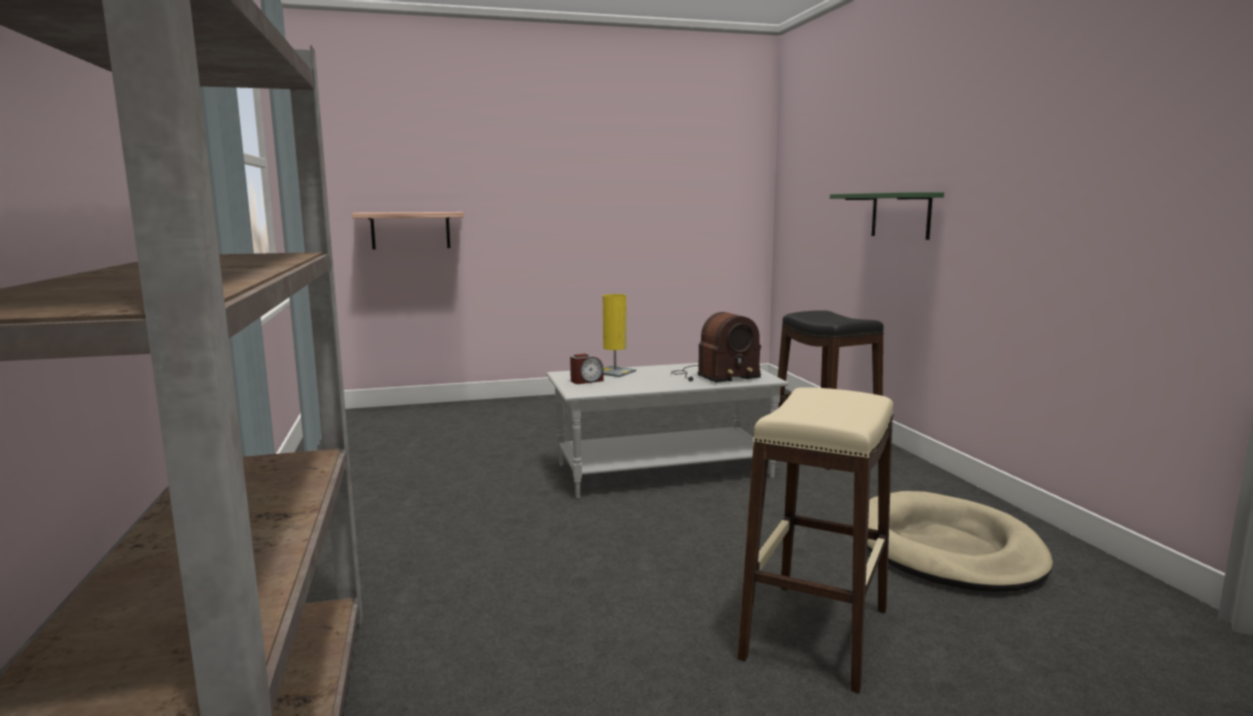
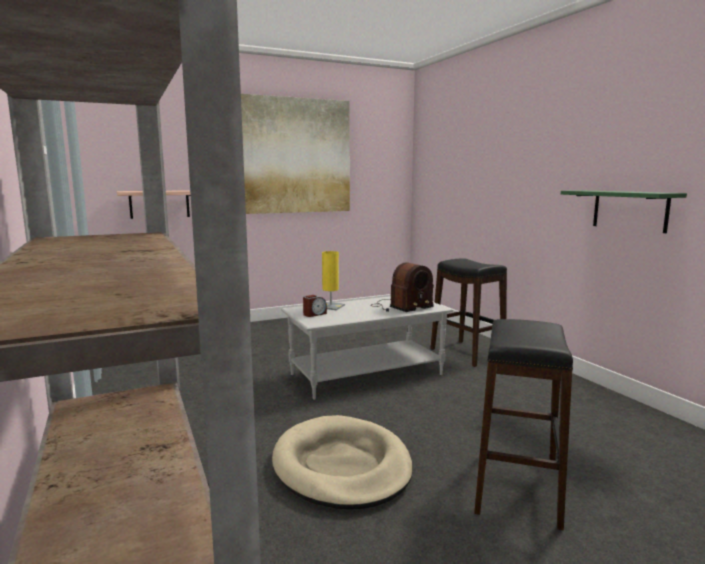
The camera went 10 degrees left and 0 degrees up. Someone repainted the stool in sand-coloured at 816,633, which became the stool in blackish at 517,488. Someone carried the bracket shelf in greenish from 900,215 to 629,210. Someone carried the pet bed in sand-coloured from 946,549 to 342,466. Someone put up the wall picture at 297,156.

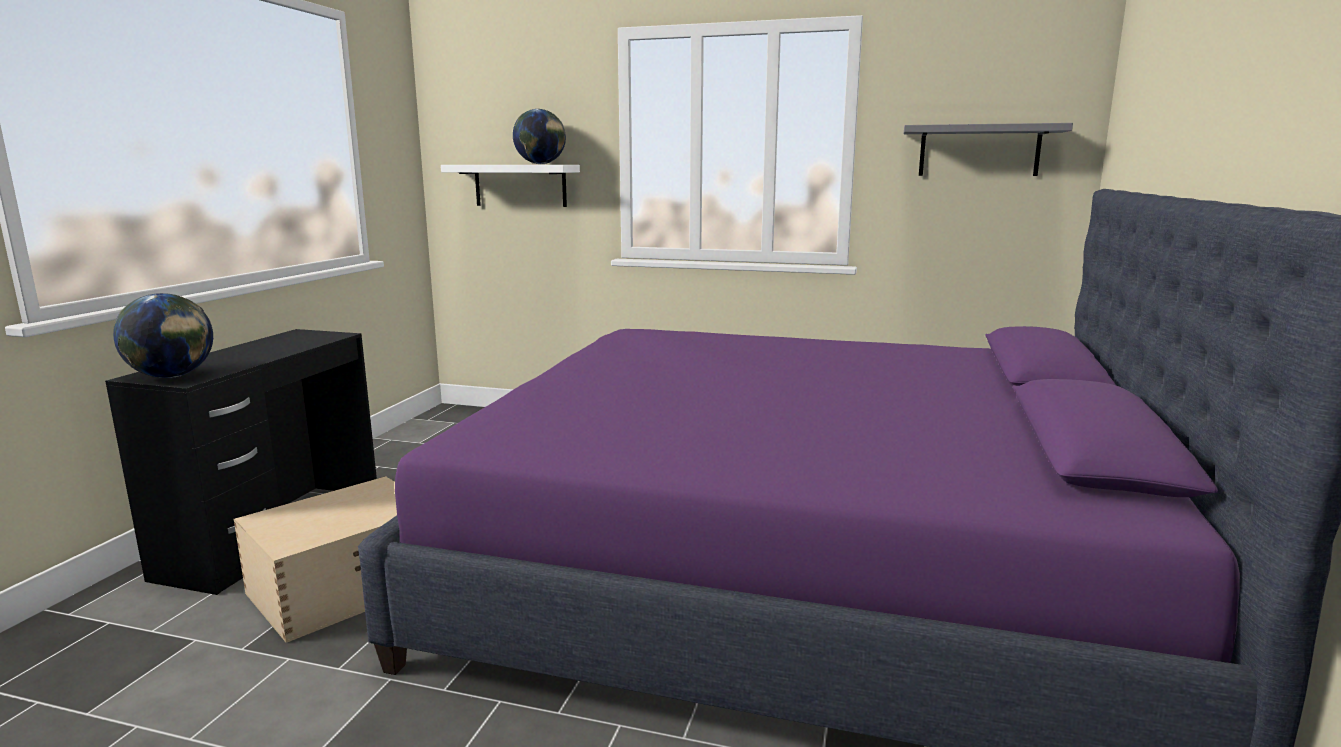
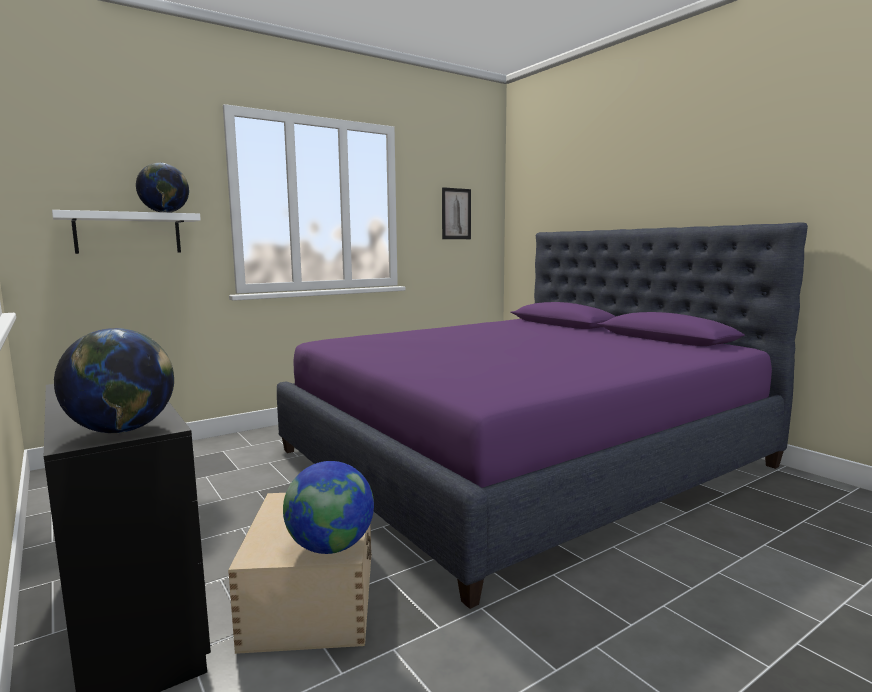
The camera went 50 degrees left and 5 degrees down. Someone swapped the bracket shelf in grey at 979,151 for the wall picture at 456,214. Someone put down the desk globe at 330,547.

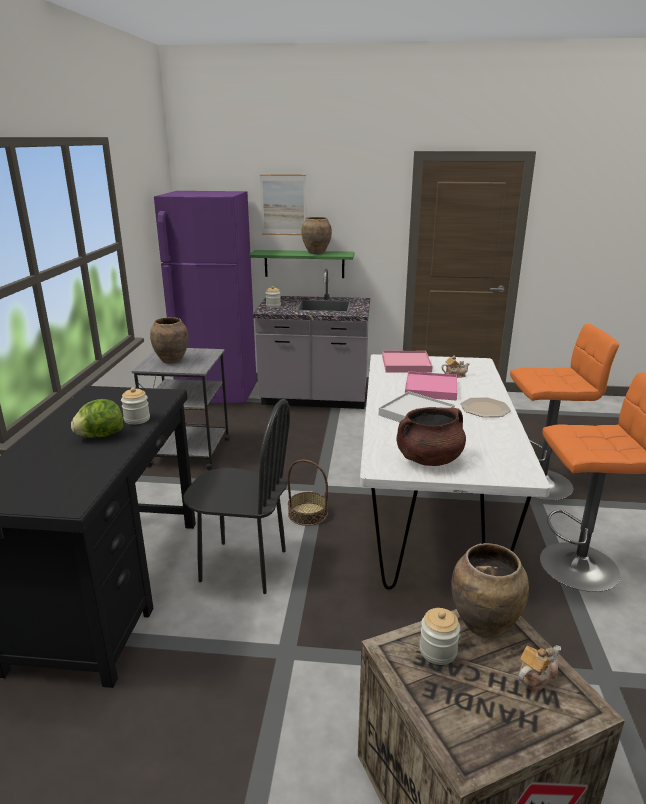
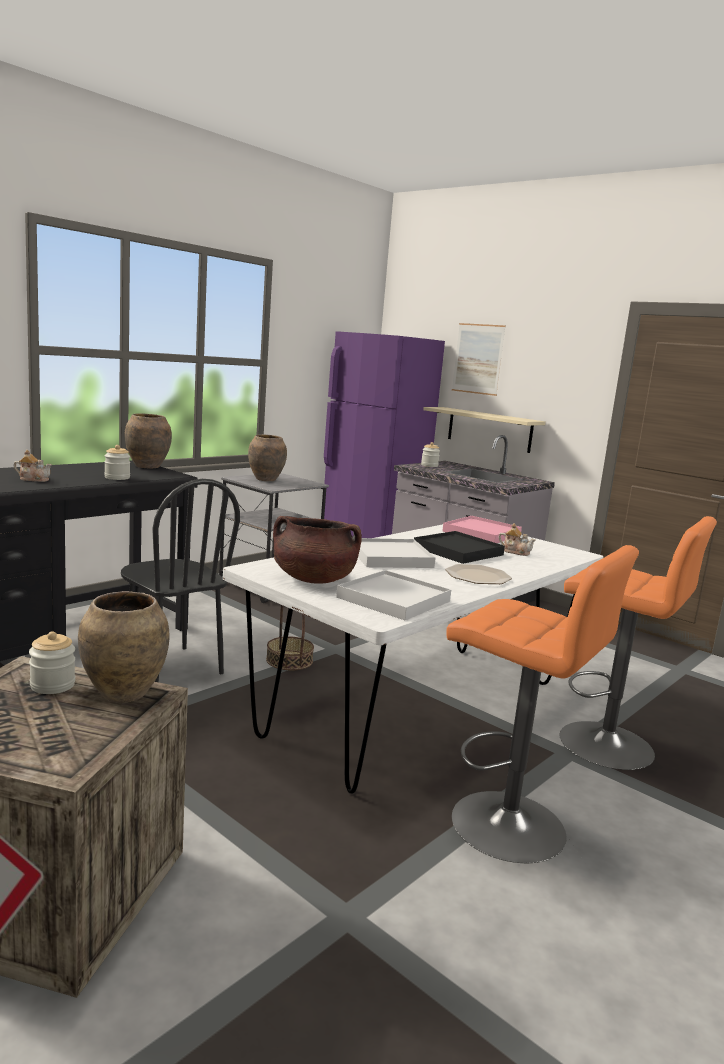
The camera went 35 degrees right and 10 degrees down. Someone took away the lettuce head at 100,436. Someone repainted the bracket shelf in greenish at 304,264, which became the bracket shelf in sand-coloured at 489,429. Someone carried the decorative vase in brown from 316,253 to 147,466. Someone repainted the carrying tray in pink-coloured at 430,389, which became the carrying tray in blackish at 457,551. Someone carried the tea pot from 535,676 to 33,479. Someone put down the carrying tray in whitish at 393,599.

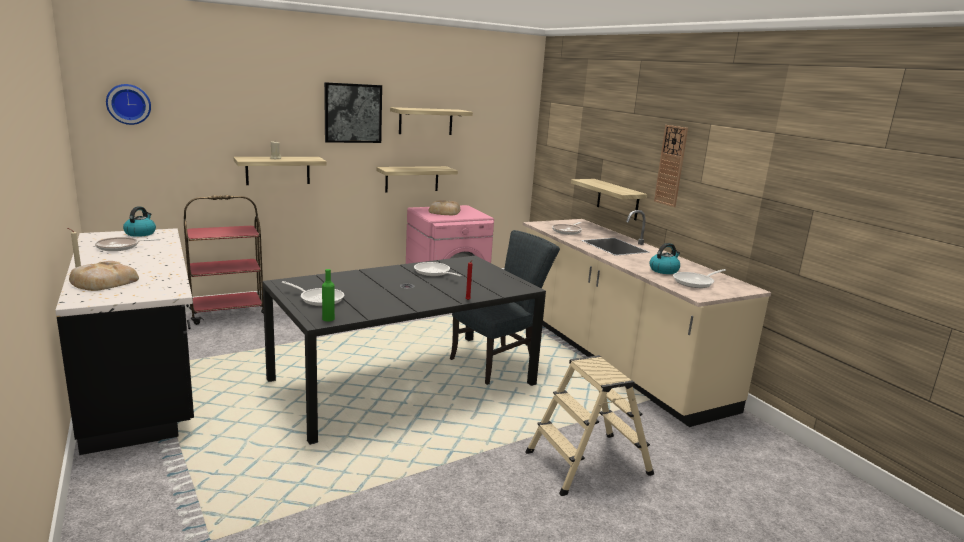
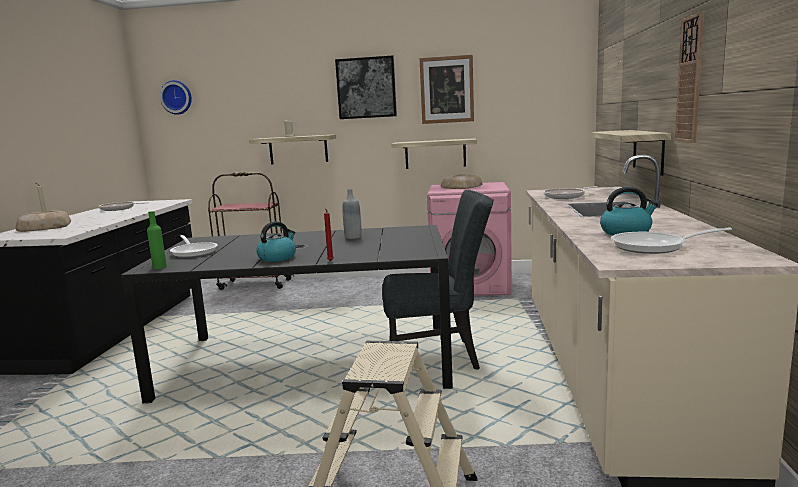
The camera went 35 degrees right and 5 degrees down. Someone carried the water kettle from 140,233 to 277,257. Someone swapped the bracket shelf at 425,121 for the wall picture at 447,89. Someone swapped the pan at 434,273 for the drink bottle in grey at 353,237.

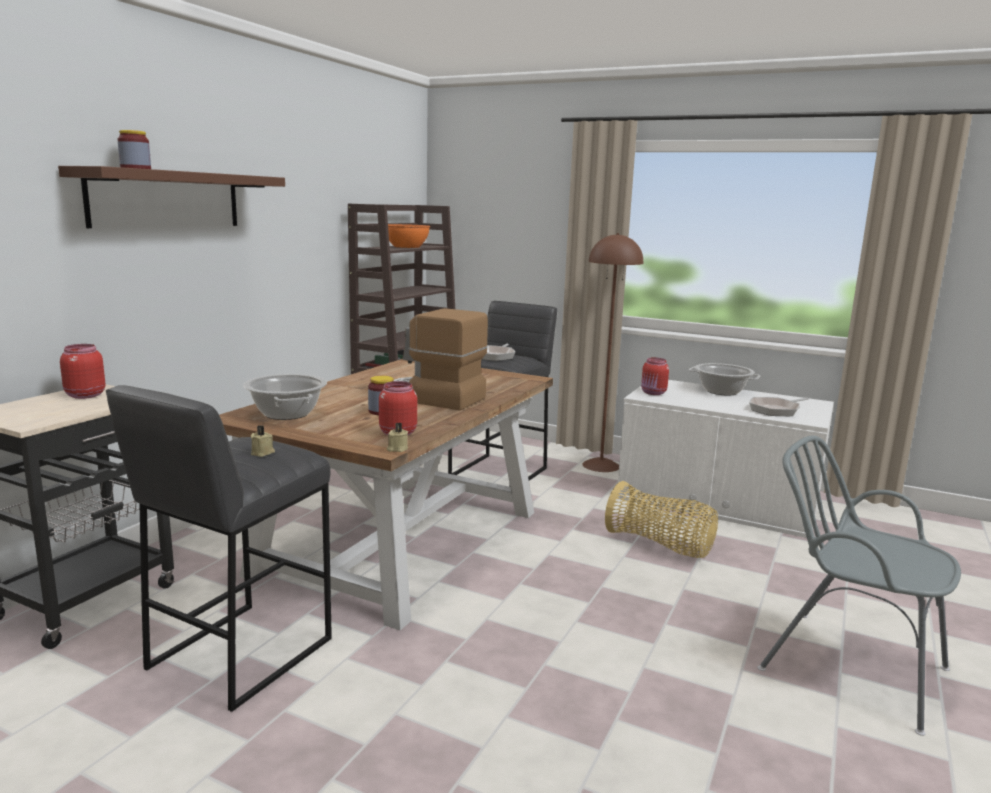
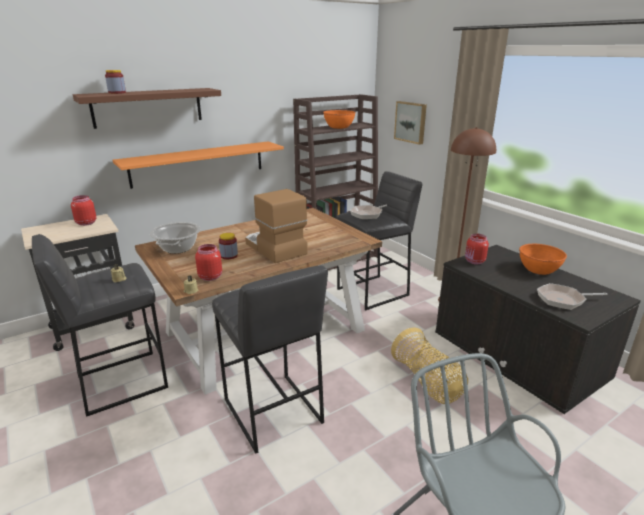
The camera went 30 degrees right and 10 degrees up. Someone repainted the cupboard in whitish at 718,499, which became the cupboard in blackish at 518,353. Someone swapped the stockpot at 721,391 for the serving bowl in orange at 538,269. Someone put up the bracket shelf in orange at 198,163. Someone put down the stool in grey at 273,412. Someone put up the wall picture at 411,122.

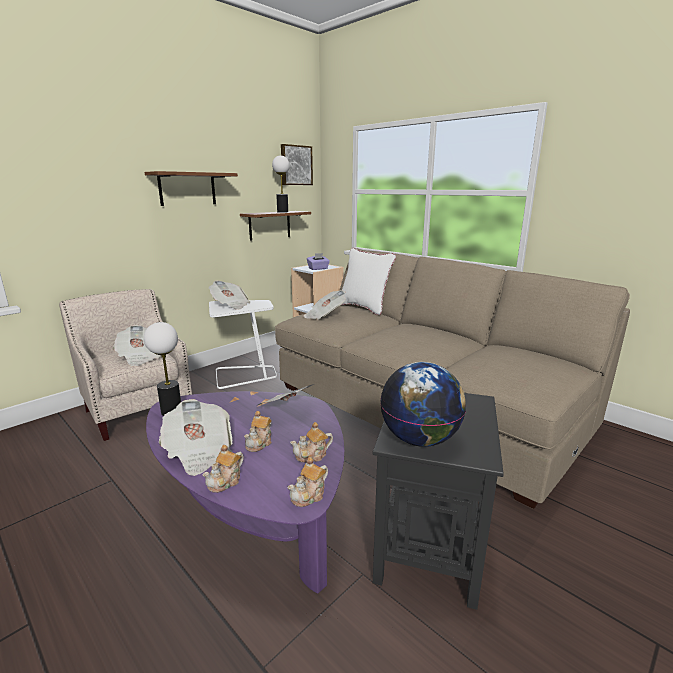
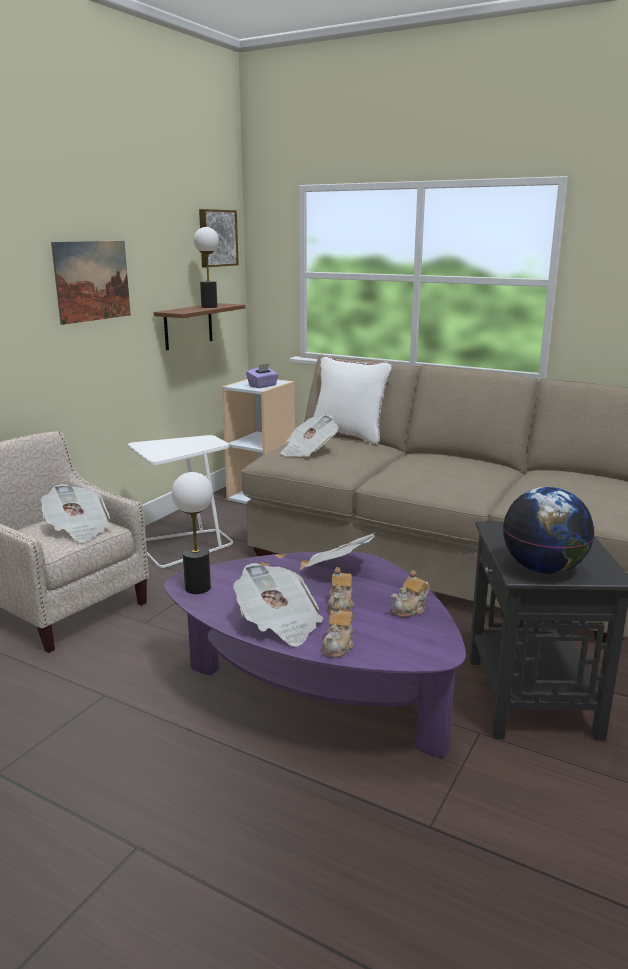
The camera went 15 degrees left and 0 degrees up. Someone swapped the bracket shelf in brown at 187,189 for the wall picture at 92,281. Someone took away the newspaper at 230,305. Someone took away the tea pot at 309,495.

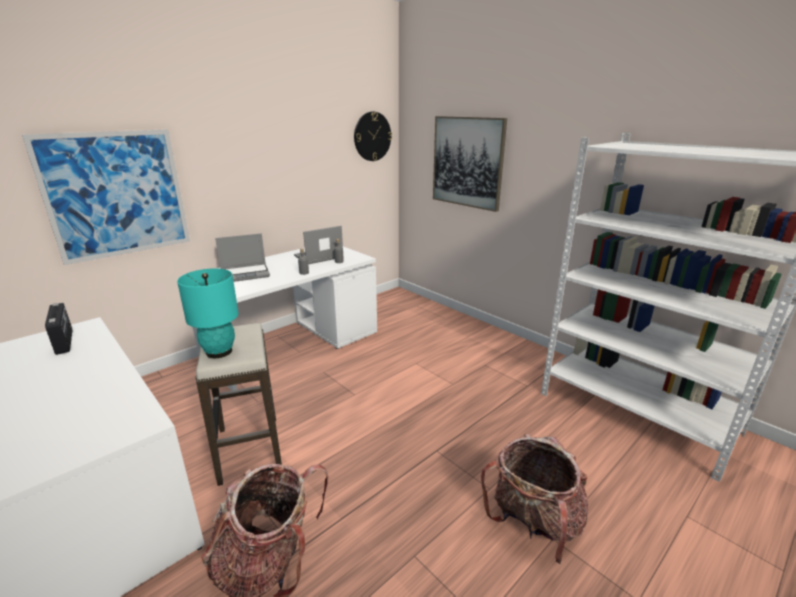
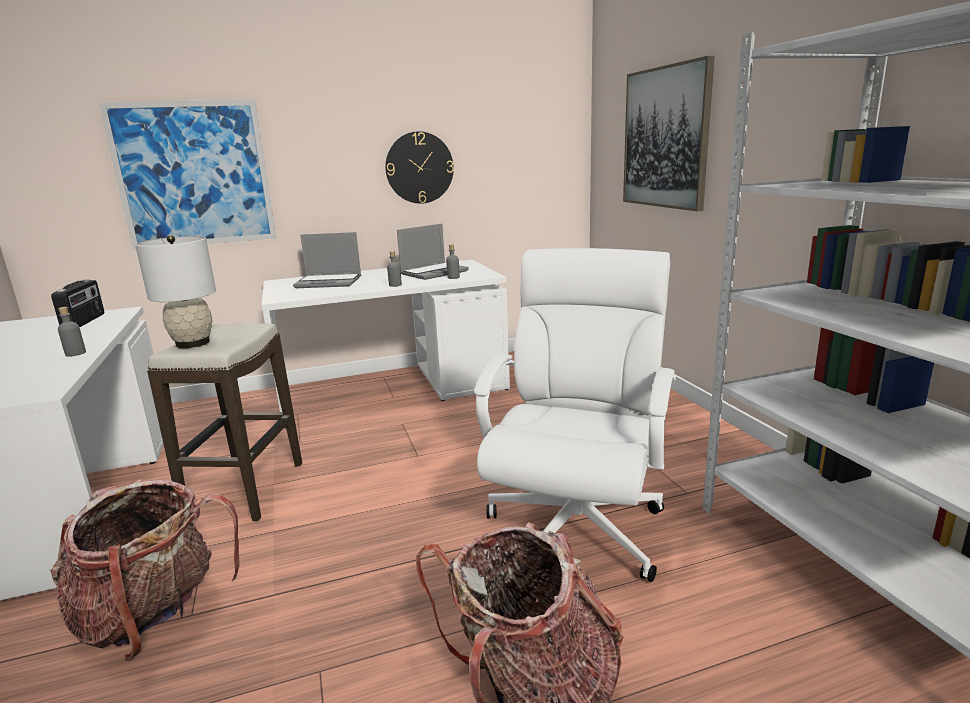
The camera went 25 degrees right and 5 degrees down. Someone repainted the lamp for a table in turquoise at 219,352, which became the lamp for a table in whitish at 192,343. Someone rotated the laptop at 318,257 by 150 degrees clockwise. Someone carried the wall clock from 372,136 to 419,168. Someone put down the drink bottle in grey at 75,353. Someone put down the computer chair in whitish at 575,531.

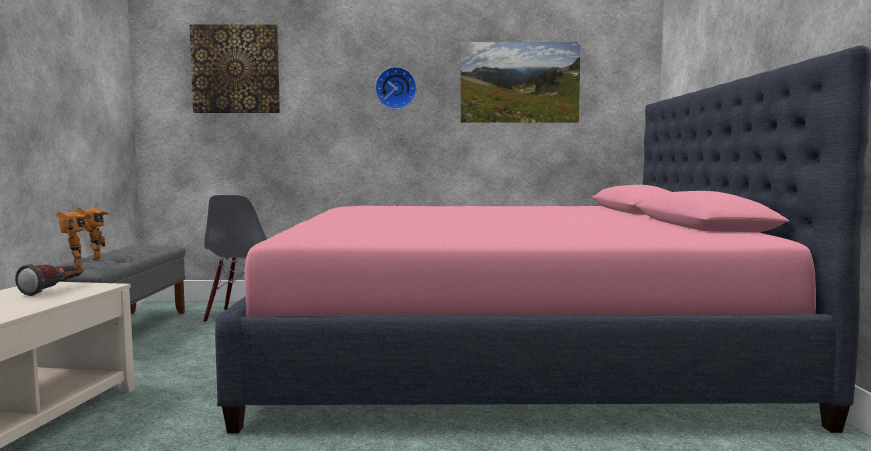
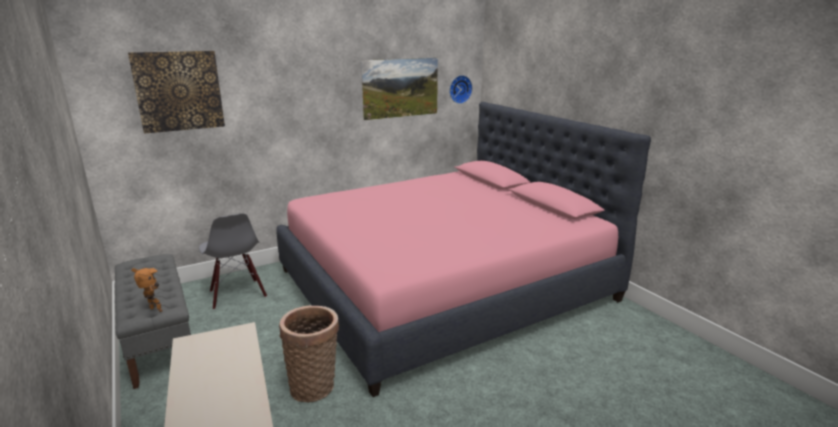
The camera went 30 degrees left and 15 degrees up. Someone took away the hand torch at 55,290. Someone took away the toy robot at 93,259. Someone carried the wall clock from 396,88 to 459,89. Someone put down the basket at 314,385.

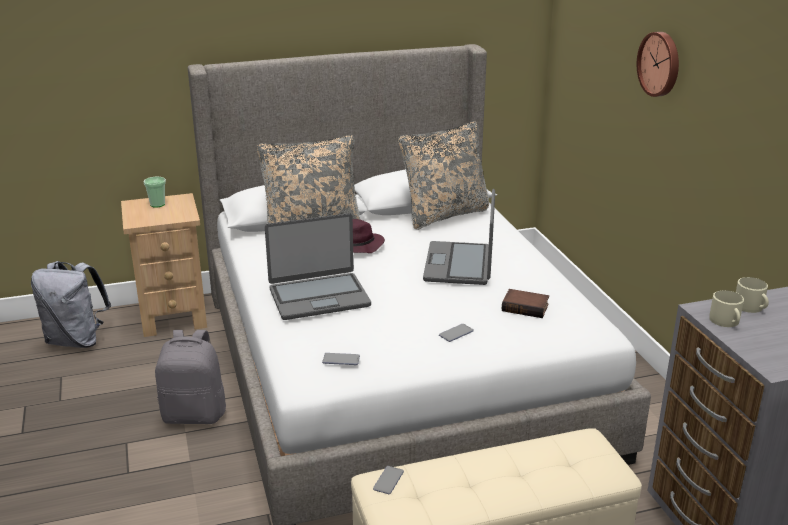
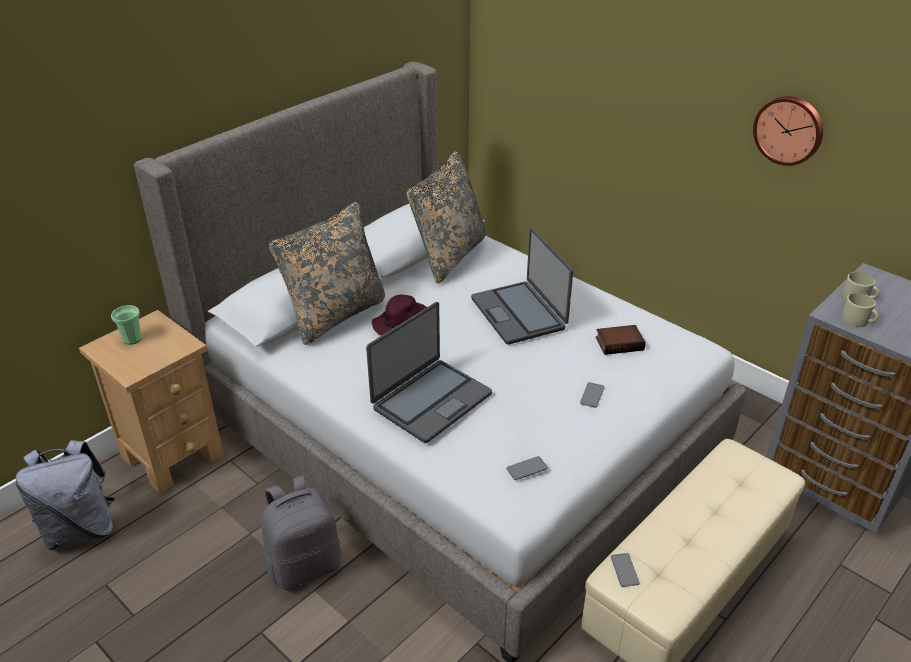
The camera went 30 degrees left and 10 degrees up. Someone carried the wall clock from 660,64 to 789,130.

